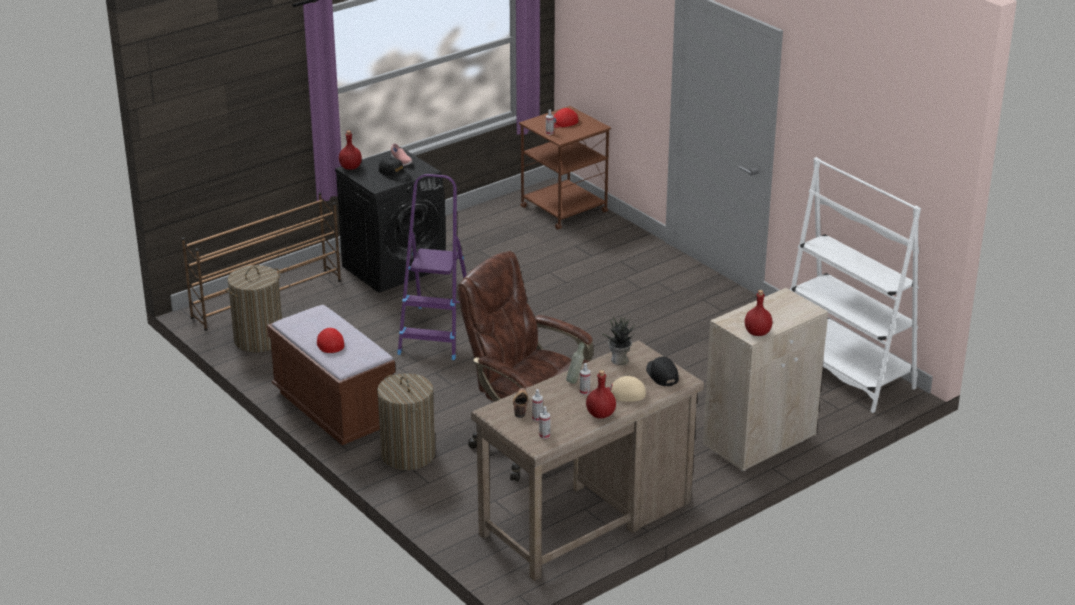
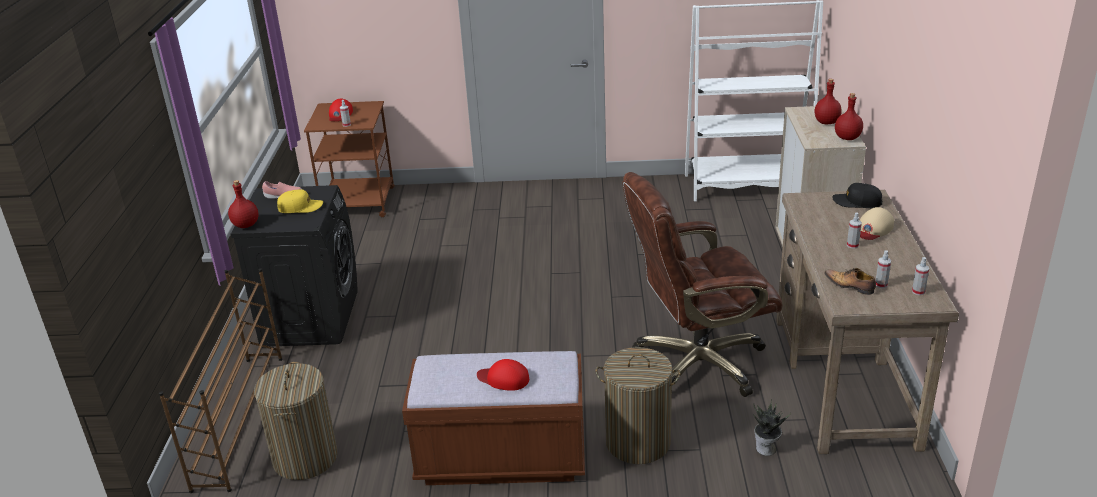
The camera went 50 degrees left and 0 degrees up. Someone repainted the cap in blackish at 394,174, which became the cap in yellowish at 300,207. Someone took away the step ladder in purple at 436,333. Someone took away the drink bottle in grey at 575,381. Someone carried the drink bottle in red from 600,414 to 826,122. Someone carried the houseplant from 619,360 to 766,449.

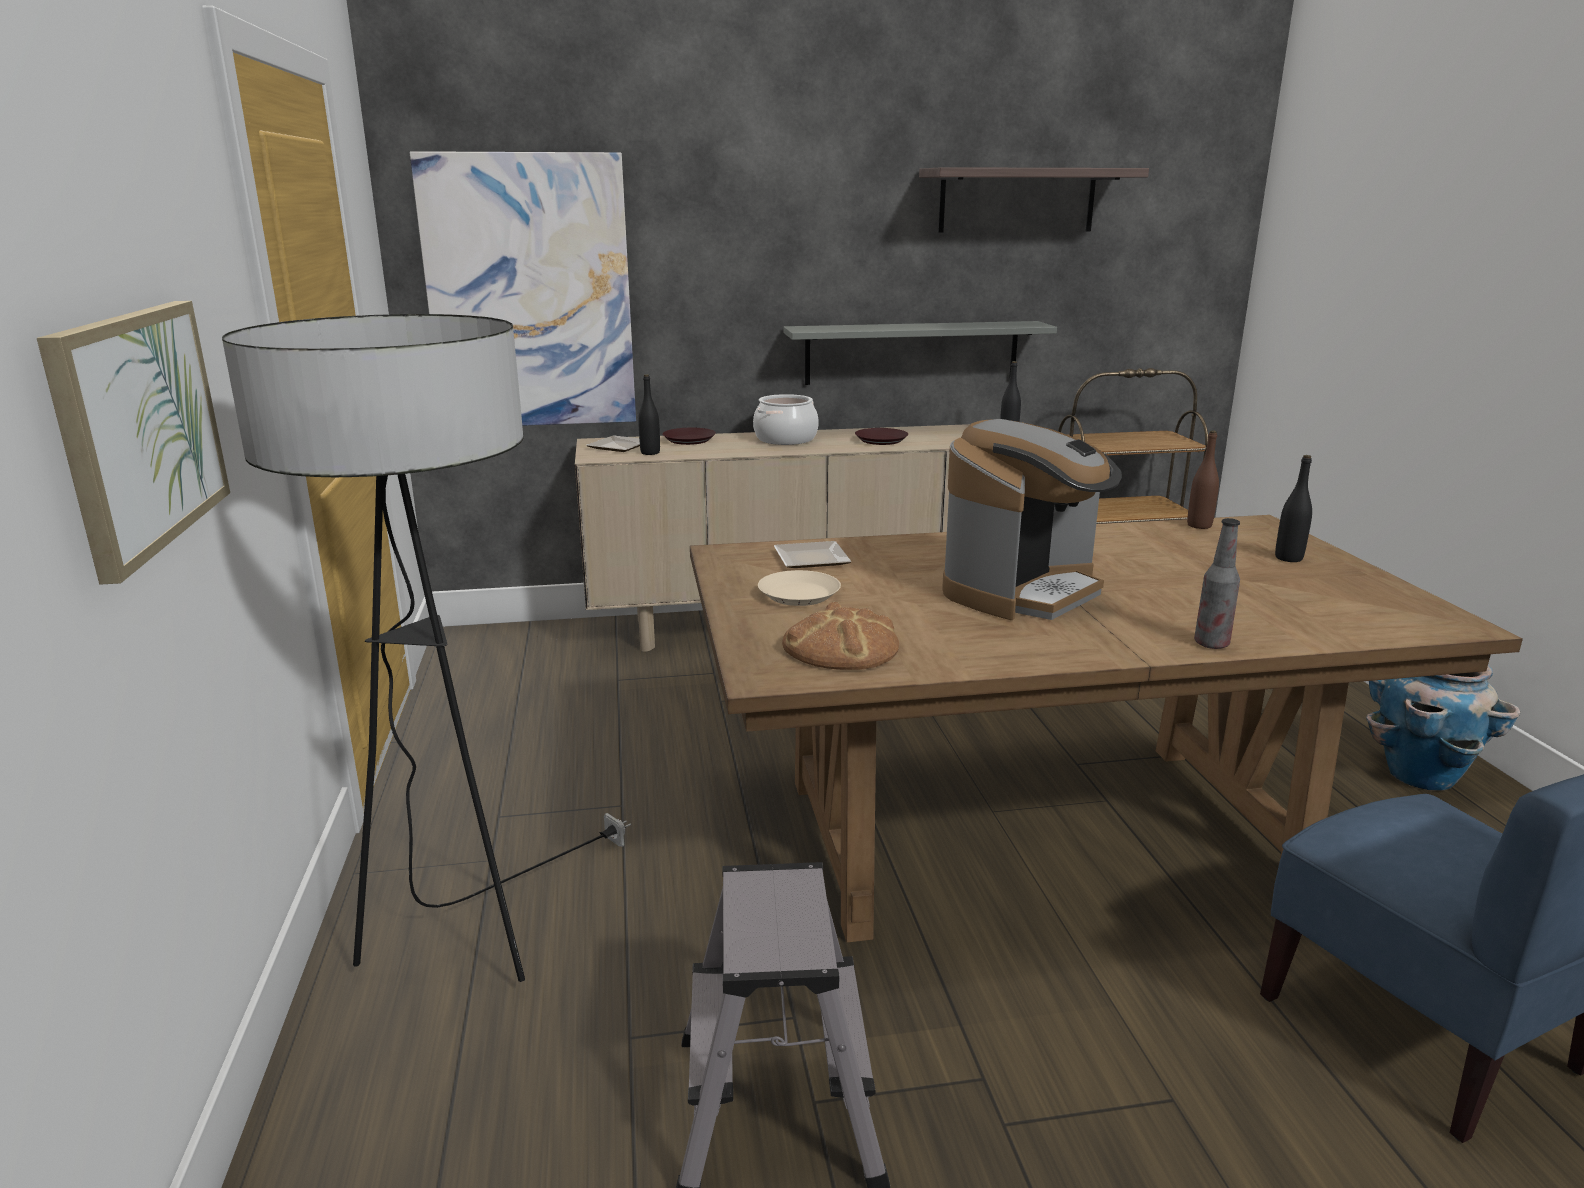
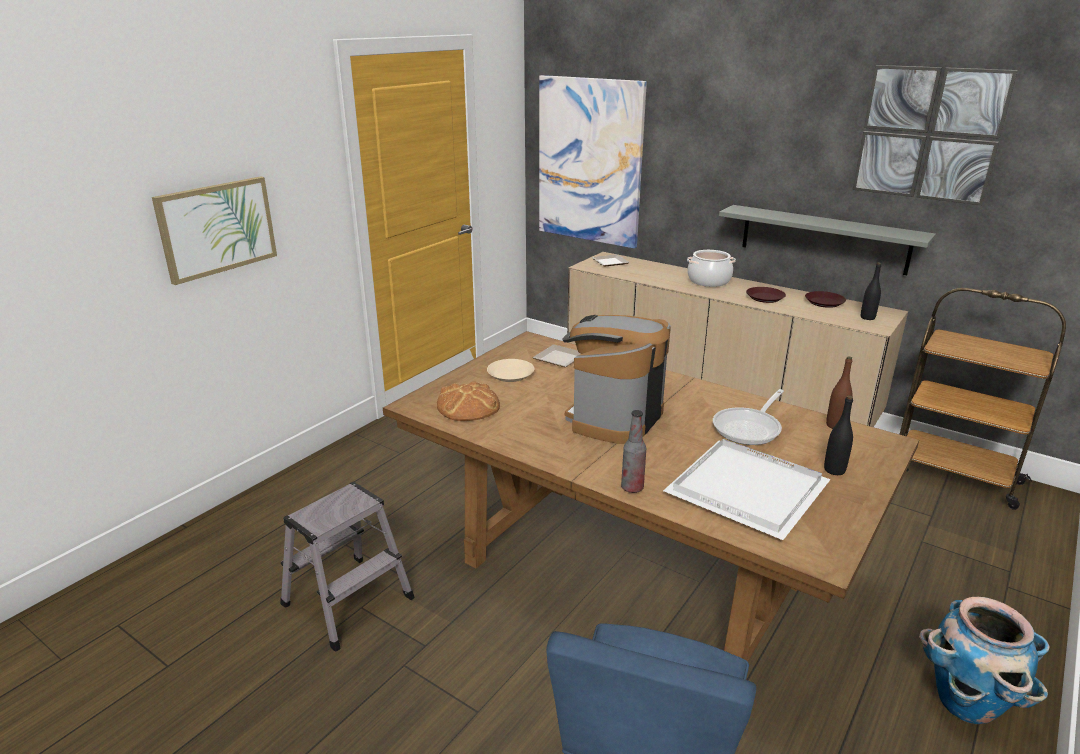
The camera went 45 degrees right and 5 degrees up. Someone took away the floor lamp at 469,945. Someone took away the drink bottle in blackish at 650,453. Someone carried the dinner plate in brown from 689,440 to 824,302. Someone swapped the bracket shelf at 1017,200 for the wall picture at 929,134. Someone rotated the coffee maker at 1023,591 by 120 degrees clockwise. Someone put down the carrying tray in whitish at 743,490. Someone put down the pan at 749,428.

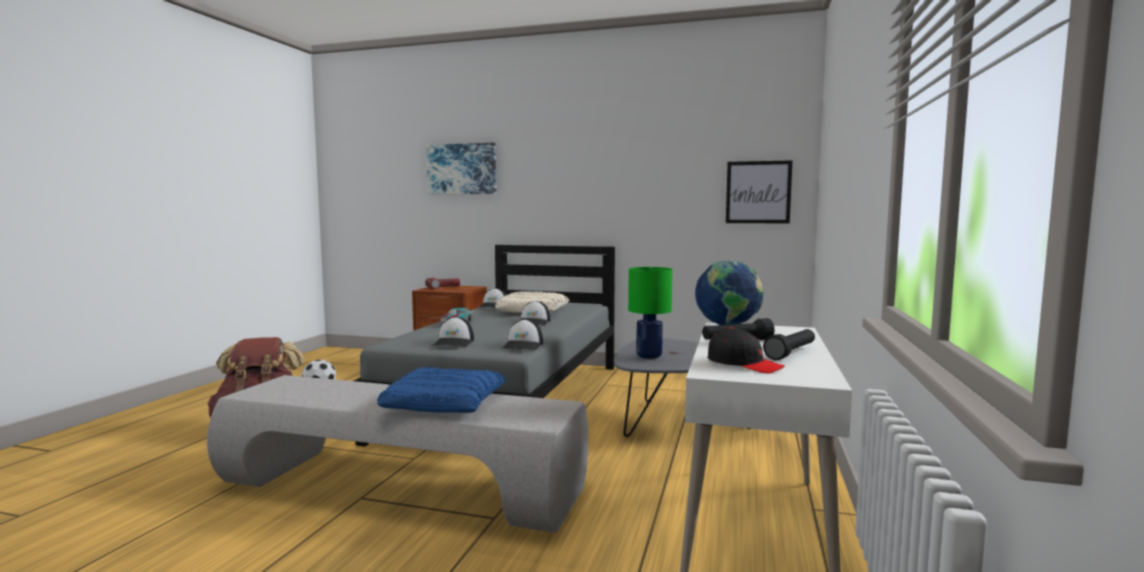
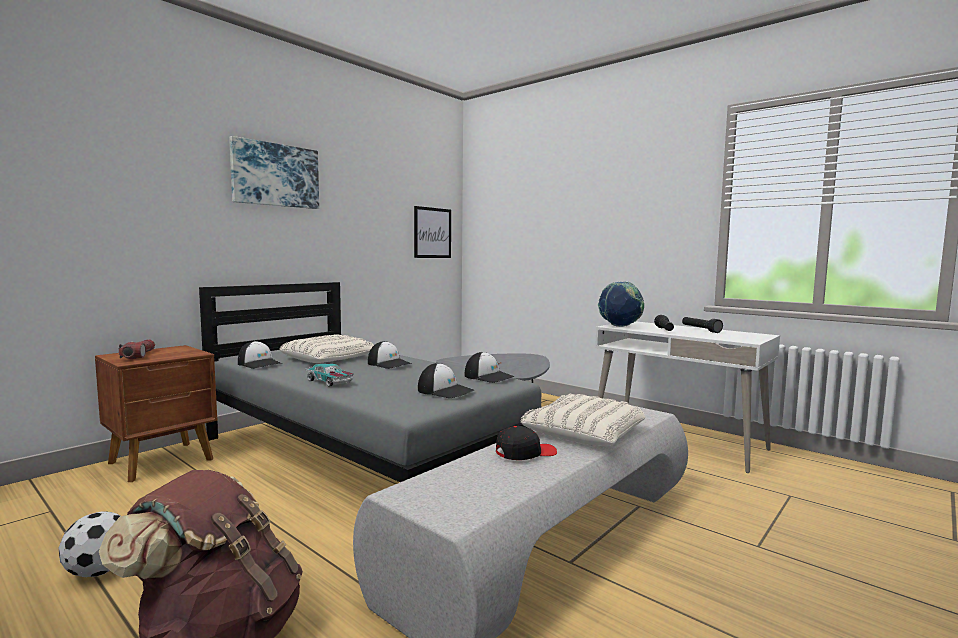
The camera went 65 degrees left and 0 degrees up. Someone repainted the throw pillow in blue-coloured at 445,404, which became the throw pillow in sand-coloured at 584,432. Someone carried the wall picture from 462,169 to 275,175. Someone took away the lamp for a table in greenish at 648,357. Someone carried the cap in blackish from 744,364 to 525,453.

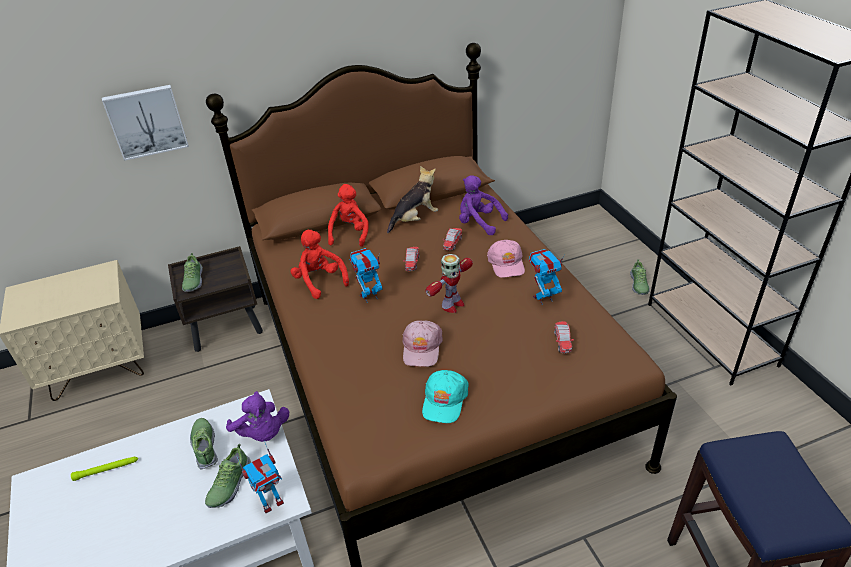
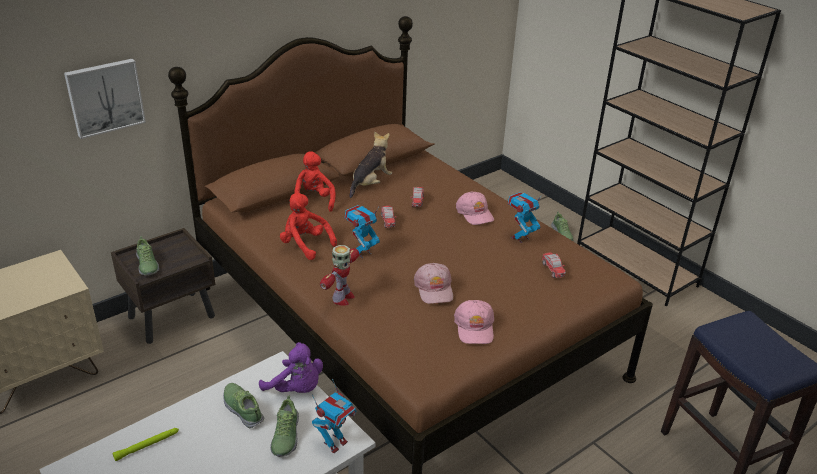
The camera went 20 degrees left and 5 degrees down. Someone repainted the cap in turquoise at 444,400, which became the cap in pink-coloured at 474,327. Someone carried the toy robot from 452,305 to 342,298. Someone took away the soft toy in purple at 479,223.

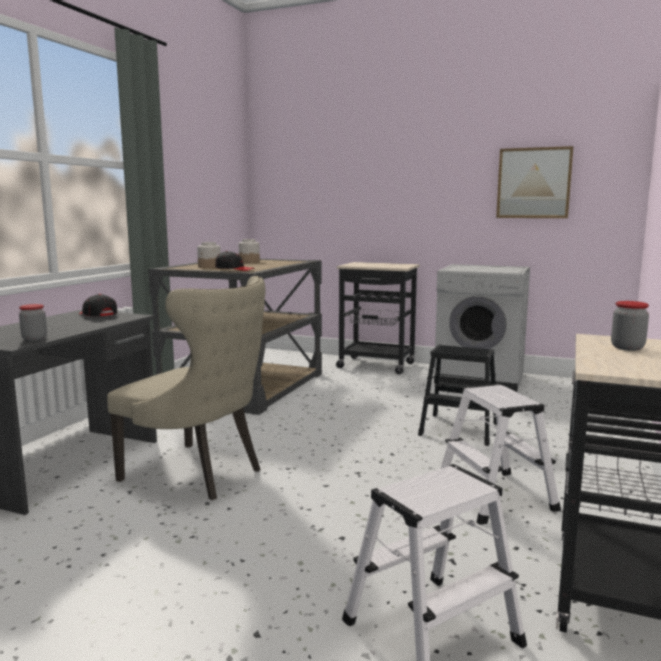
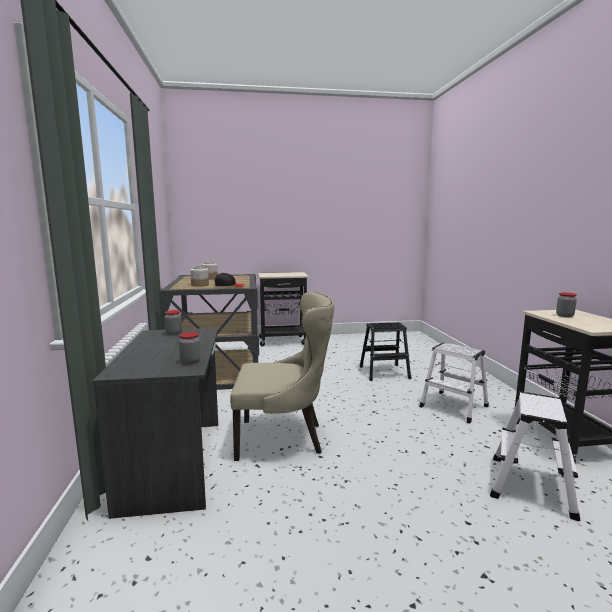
The camera went 30 degrees left and 0 degrees up. Someone swapped the cap in blackish at 97,315 for the preserve jar at 174,333. Someone took away the washing machine in whitish at 479,379. Someone took away the wall picture at 533,183.

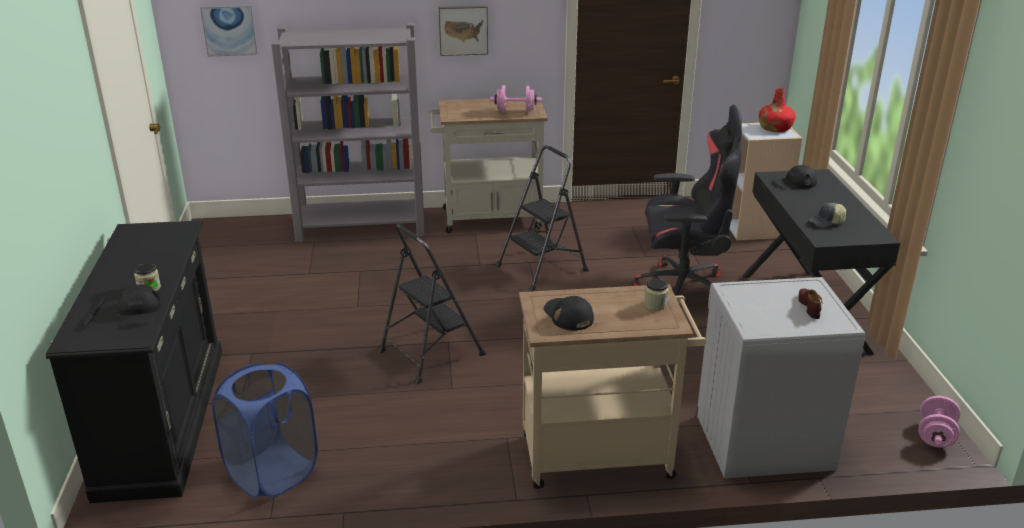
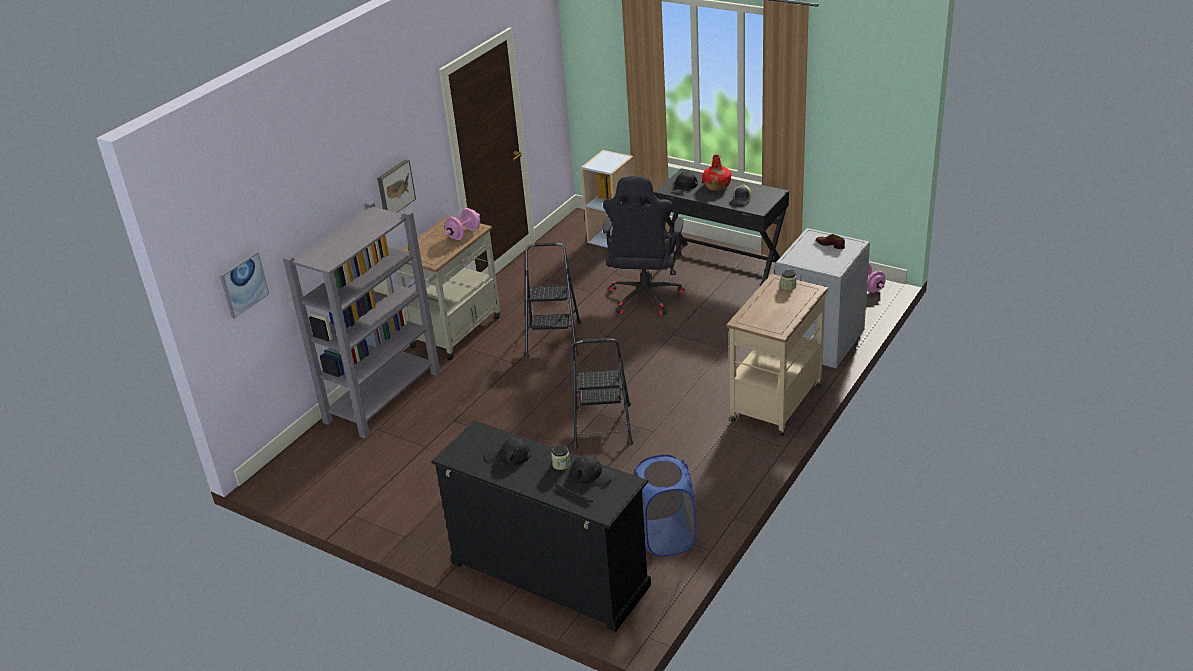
The camera went 50 degrees left and 5 degrees up. Someone carried the cap in blackish from 568,315 to 508,455. Someone rotated the computer chair in blackish at 680,288 by 150 degrees clockwise. Someone carried the drink bottle in red from 774,128 to 716,186.

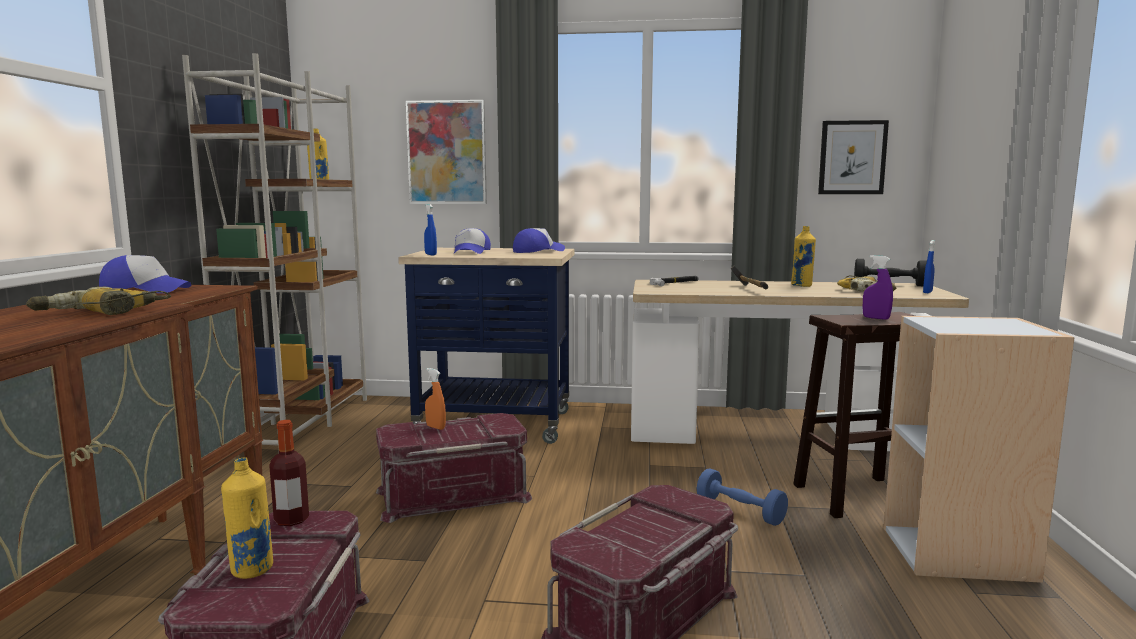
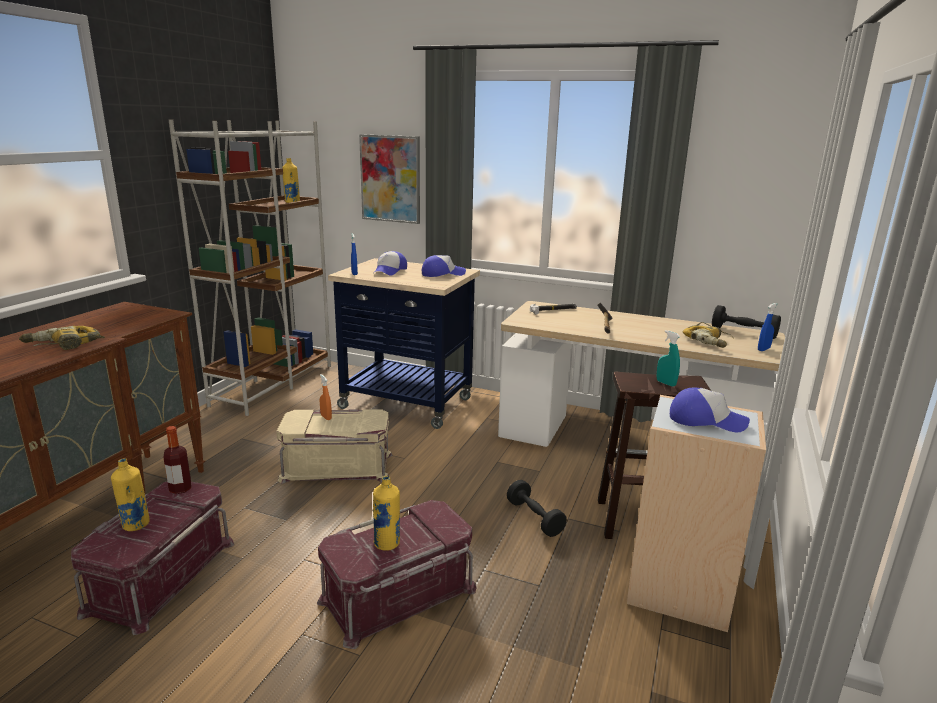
The camera went 15 degrees right and 10 degrees up. Someone carried the cap from 145,290 to 706,420. Someone repainted the storage box in red at 453,494, which became the storage box in sand-coloured at 337,466. Someone repainted the dumbbell in blue-coloured at 740,511, which became the dumbbell in blackish at 534,518. Someone carried the drink bottle in yellowish from 802,286 to 387,544. Someone took away the wall picture at 852,157. Someone repainted the sprayer in purple at 876,318, which became the sprayer in turquoise at 666,383.

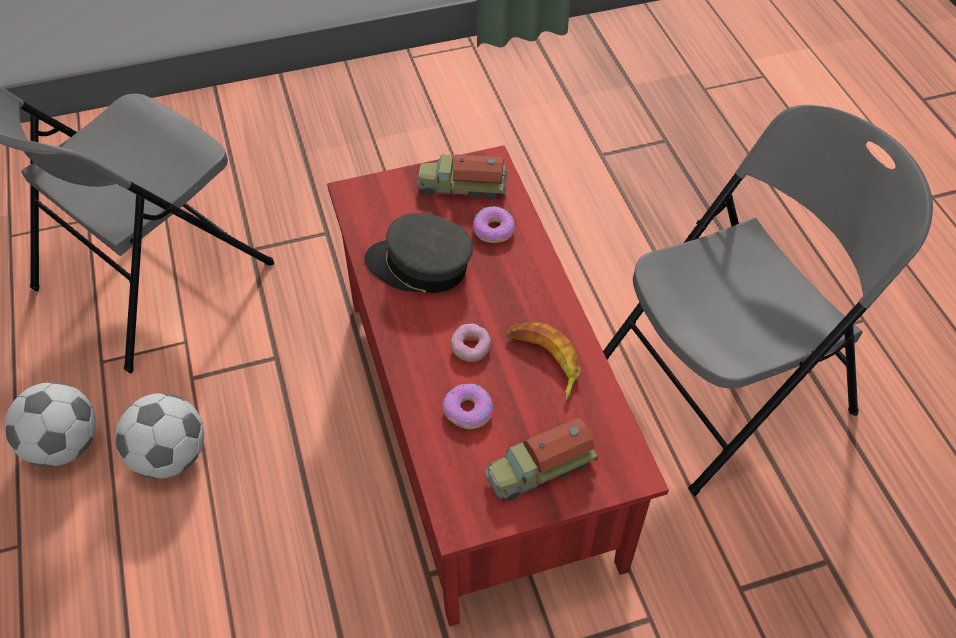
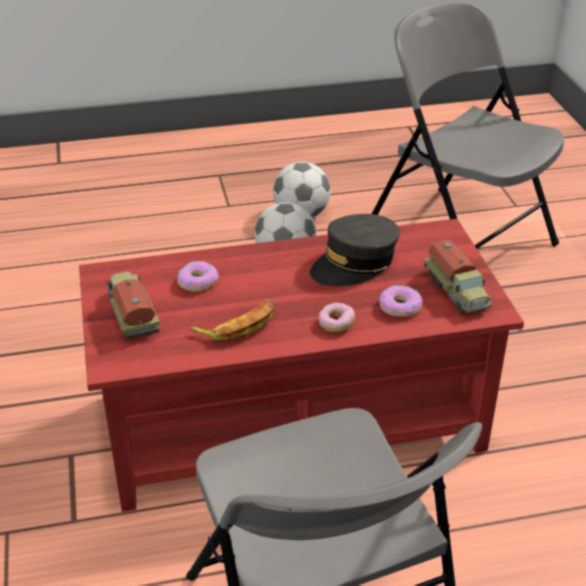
The camera went 95 degrees right and 15 degrees down. Someone rotated the cap in grey at 420,266 by 150 degrees counterclockwise. Someone rotated the toy truck at 462,187 by 150 degrees clockwise. Someone carried the doughnut from 470,348 to 336,324.

